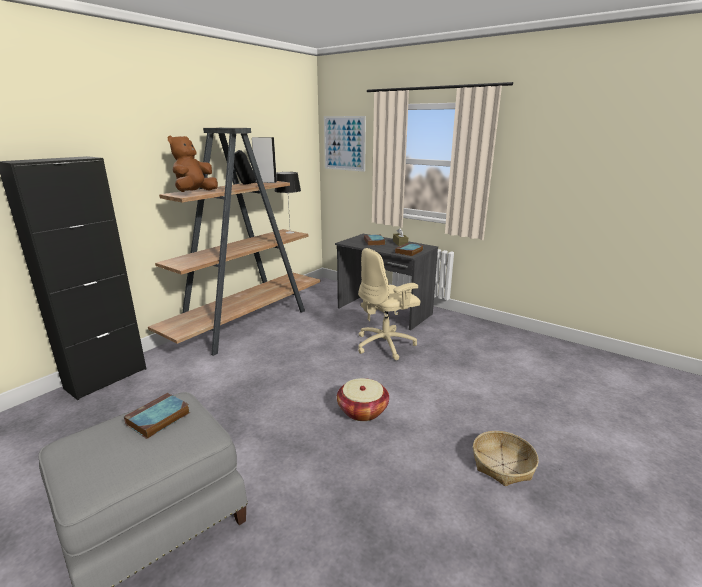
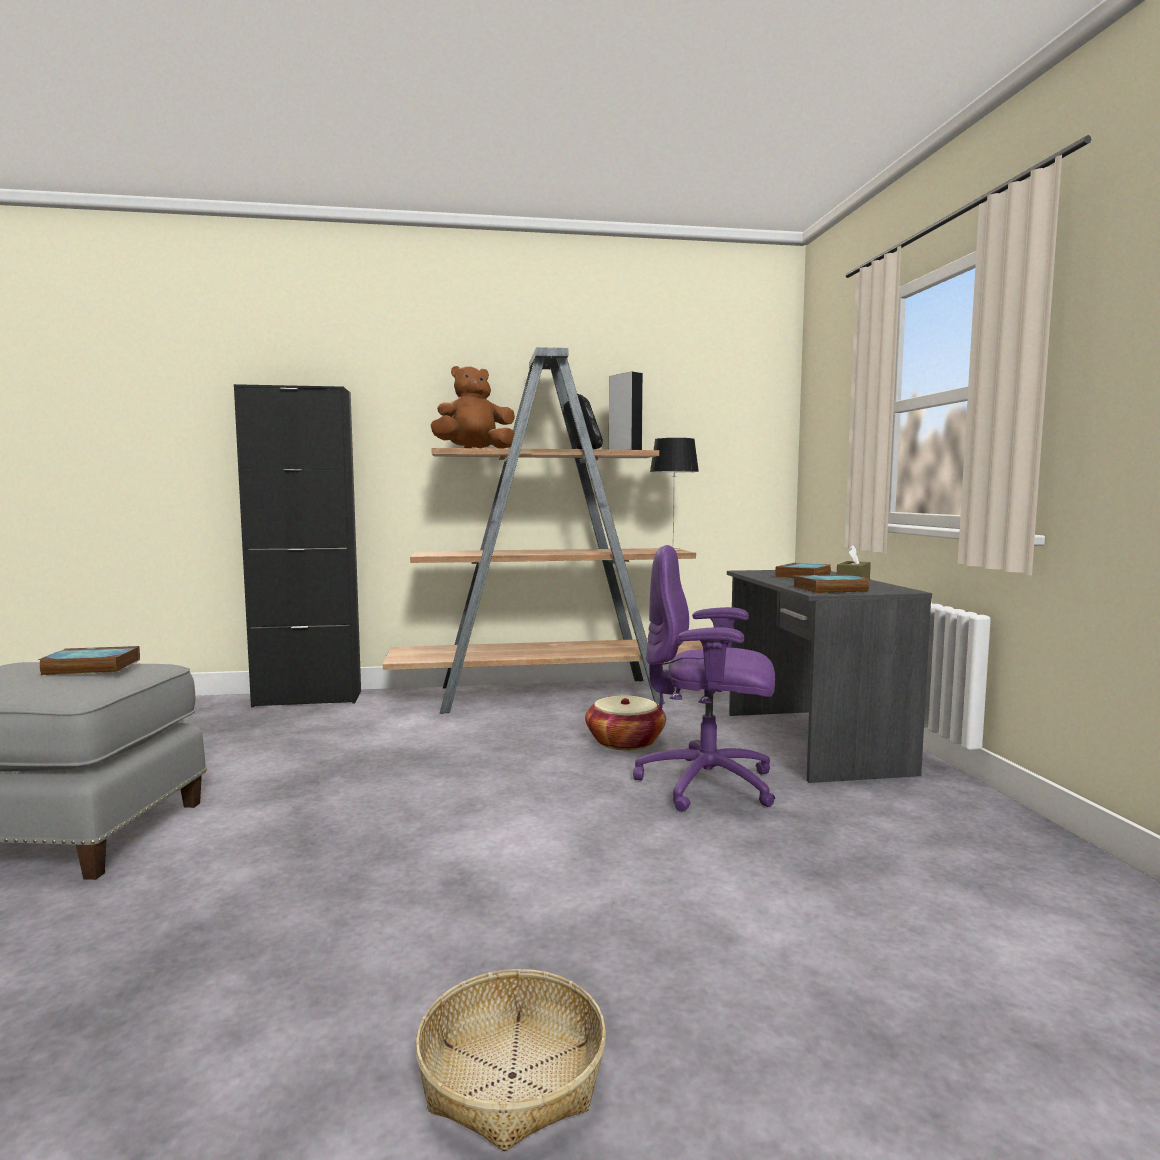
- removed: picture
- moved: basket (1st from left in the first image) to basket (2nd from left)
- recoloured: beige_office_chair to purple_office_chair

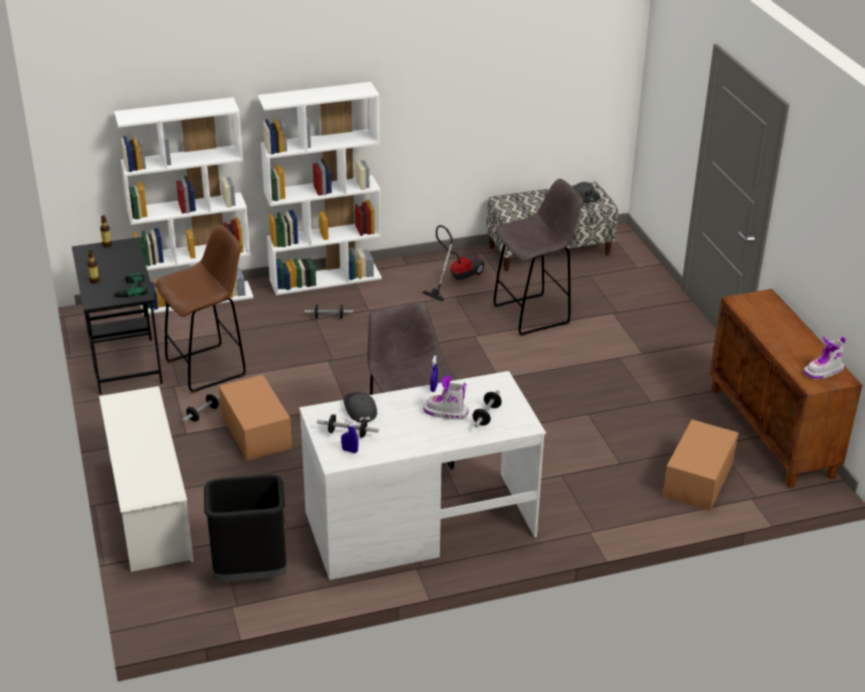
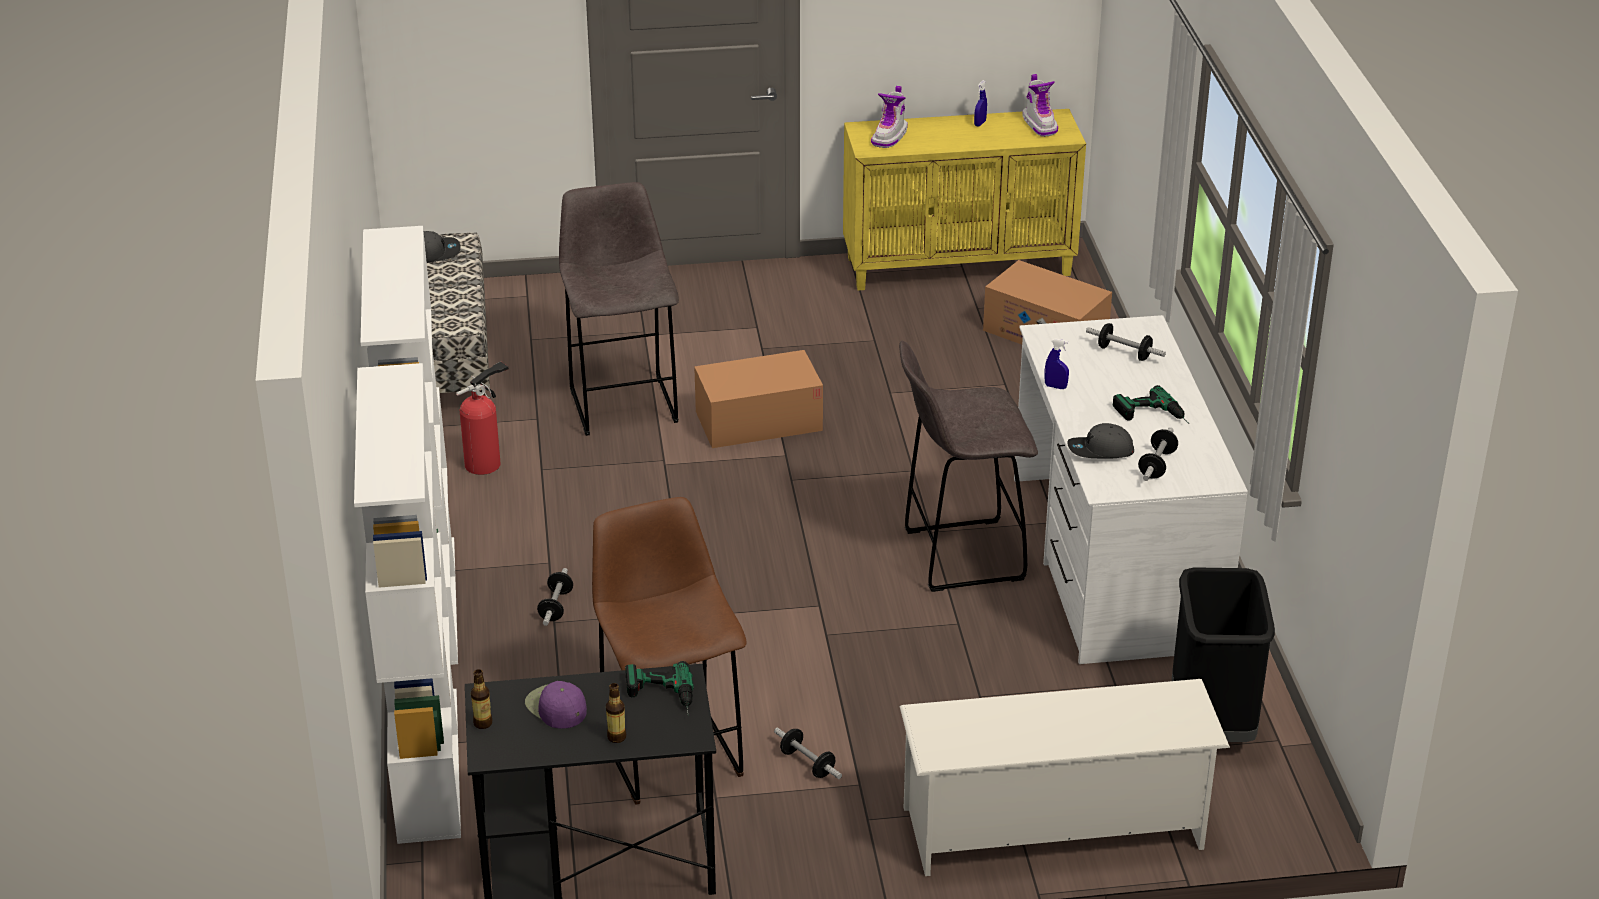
- added: purple_cap
- added: power_drill (2nd from left)
- moved: cardboard_box (1st from left)
- moved: blue_spray_bottle (1st from left)
- moved: boot (1st from left)
- replaced: vacuum_cleaner to fire_extinguisher
- recoloured: brown_cabinet to yellow_cabinet

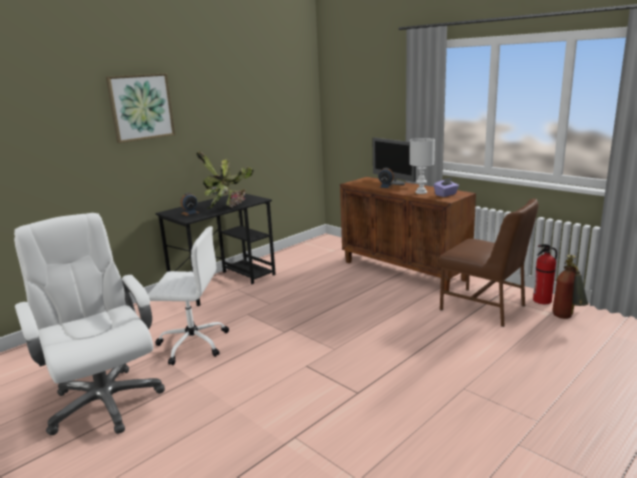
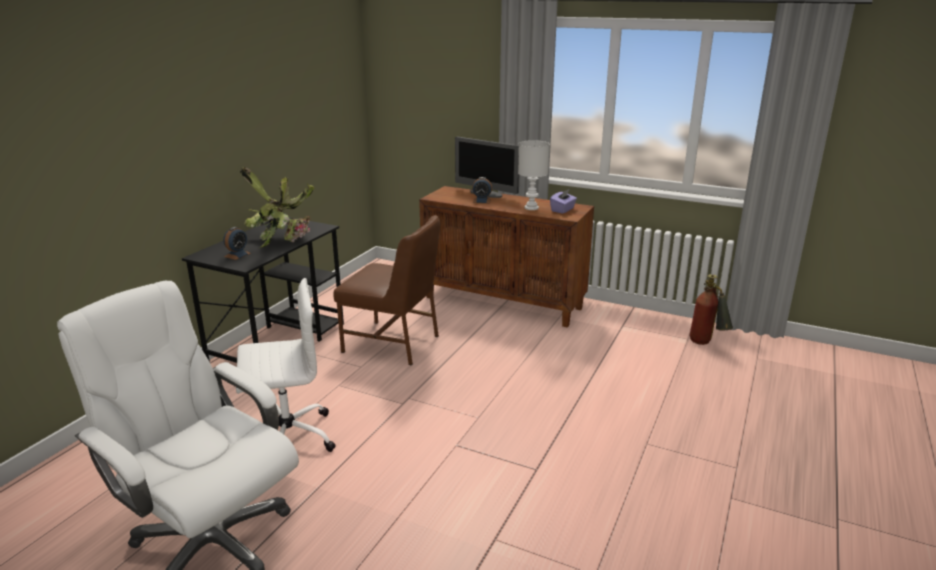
- removed: picture
- removed: fire_extinguisher (1st from left)
- moved: brown_chair

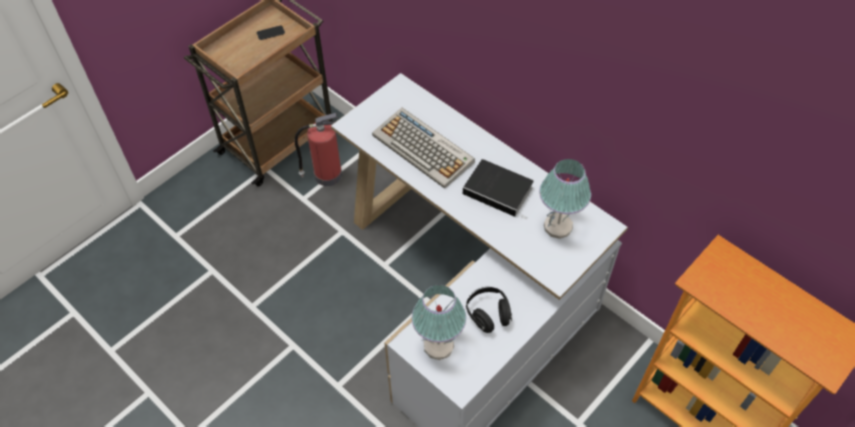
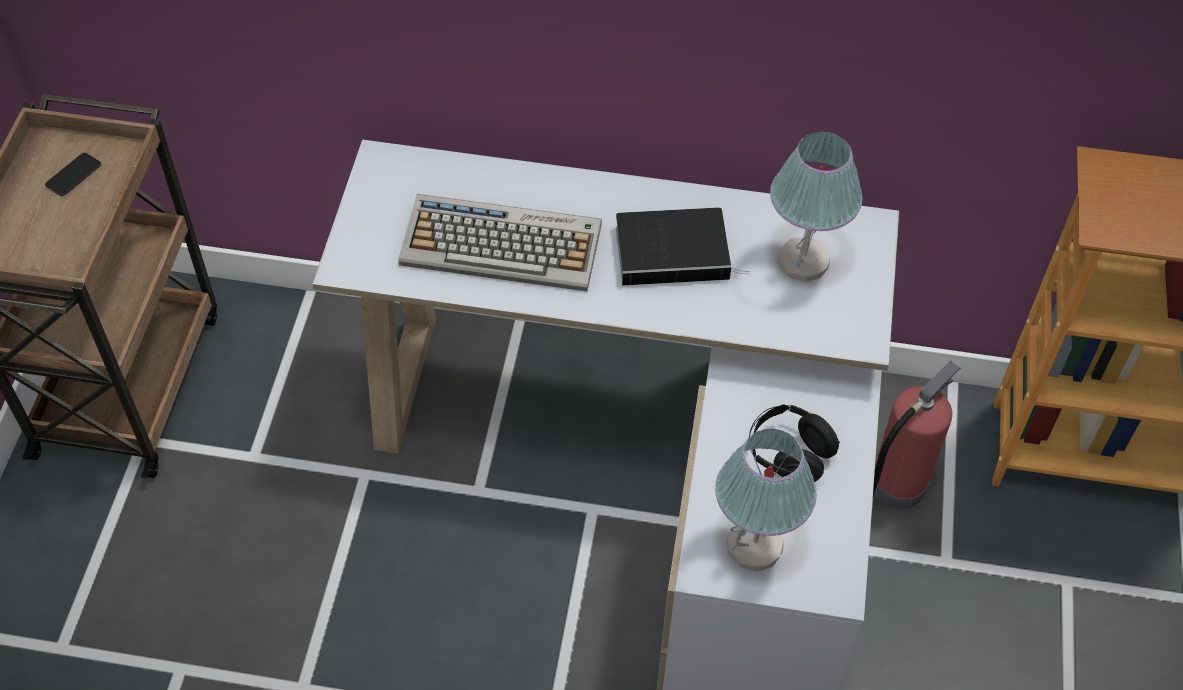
- moved: fire_extinguisher

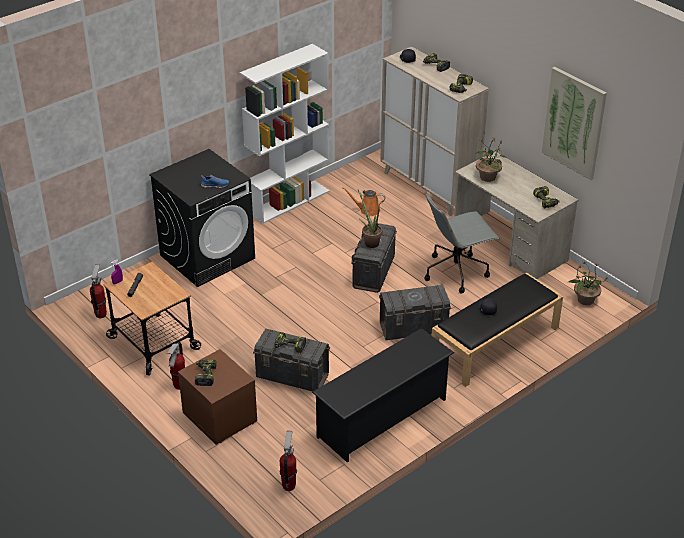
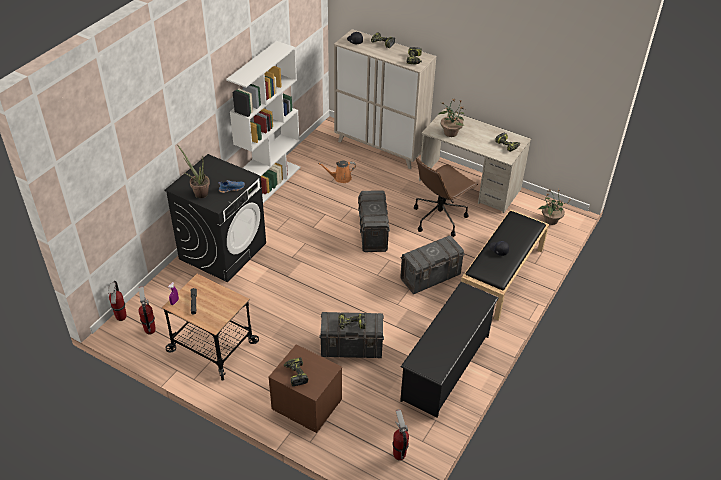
- removed: picture
- moved: fire_extinguisher (2nd from left in the first image) to fire_extinguisher (1st from left)
- moved: potted_plant (1st from left)
- recoloured: grey_office_chair to brown_office_chair

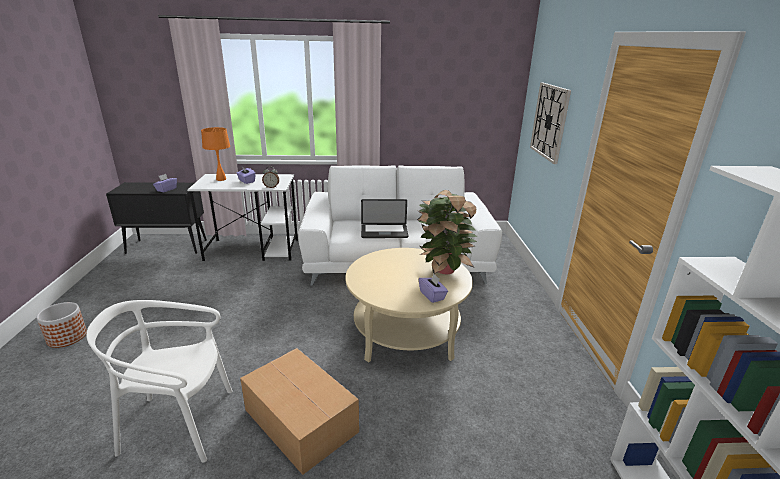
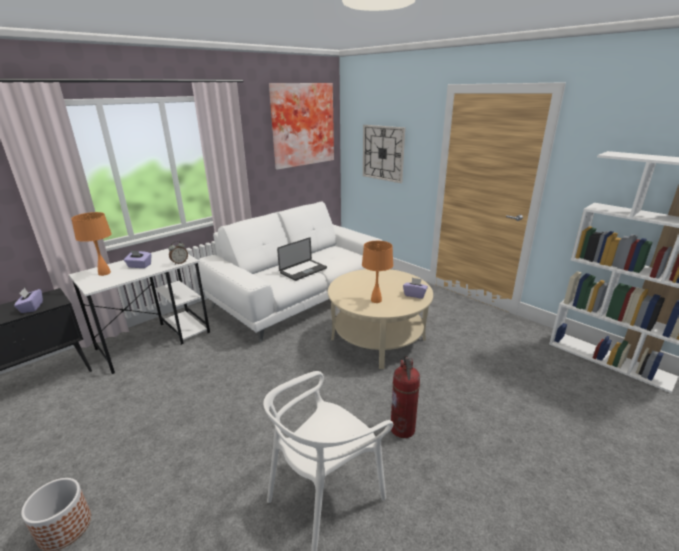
- removed: potted_plant
- added: picture
- added: orange_table_lamp (2nd from left)
- replaced: cardboard_box to fire_extinguisher

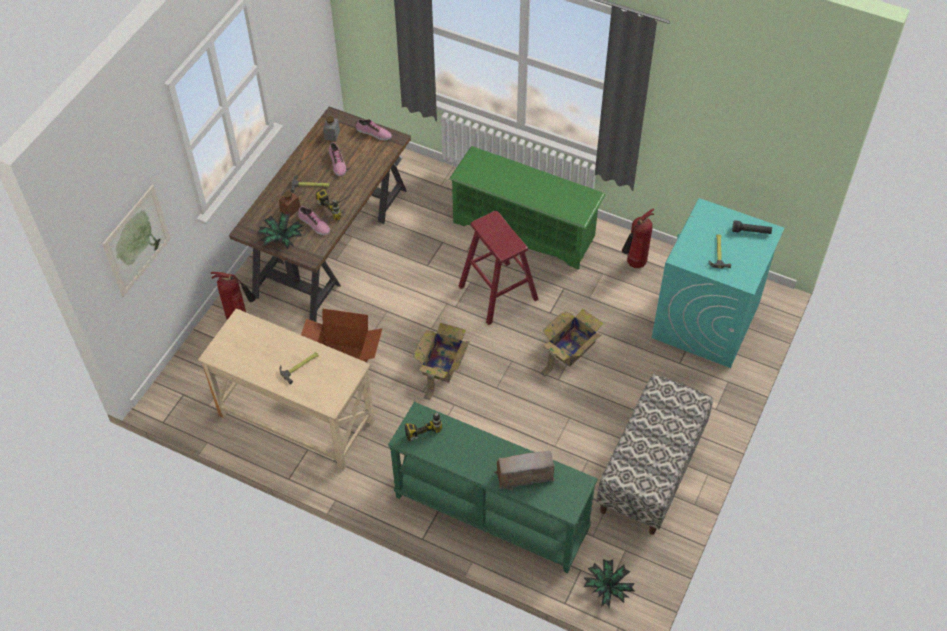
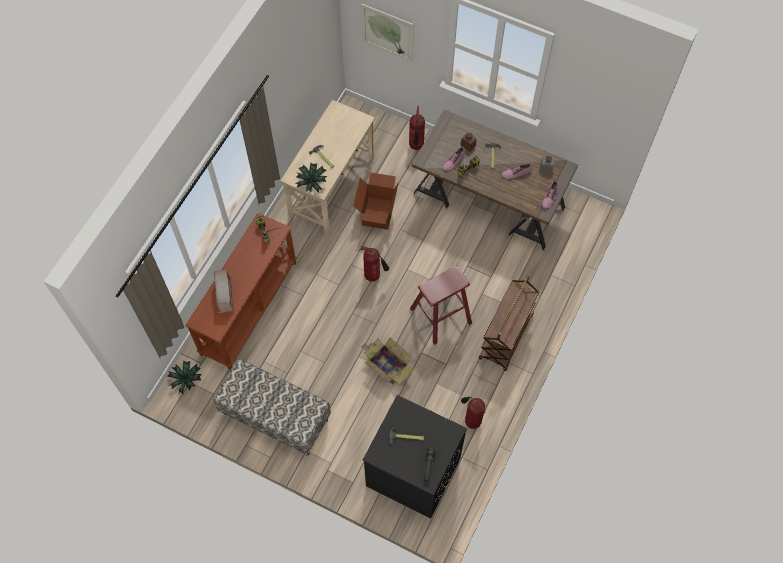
- moved: potted_plant (1st from left in the first image) to potted_plant (2nd from left)
- replaced: cardboard_box (2nd from left) to fire_extinguisher (1st from left)
- replaced: green_shoe_rack to brown_cart
- recoloured: green_console_table to brown_console_table
- recoloured: turquoise_washing_machine to black_washing_machine

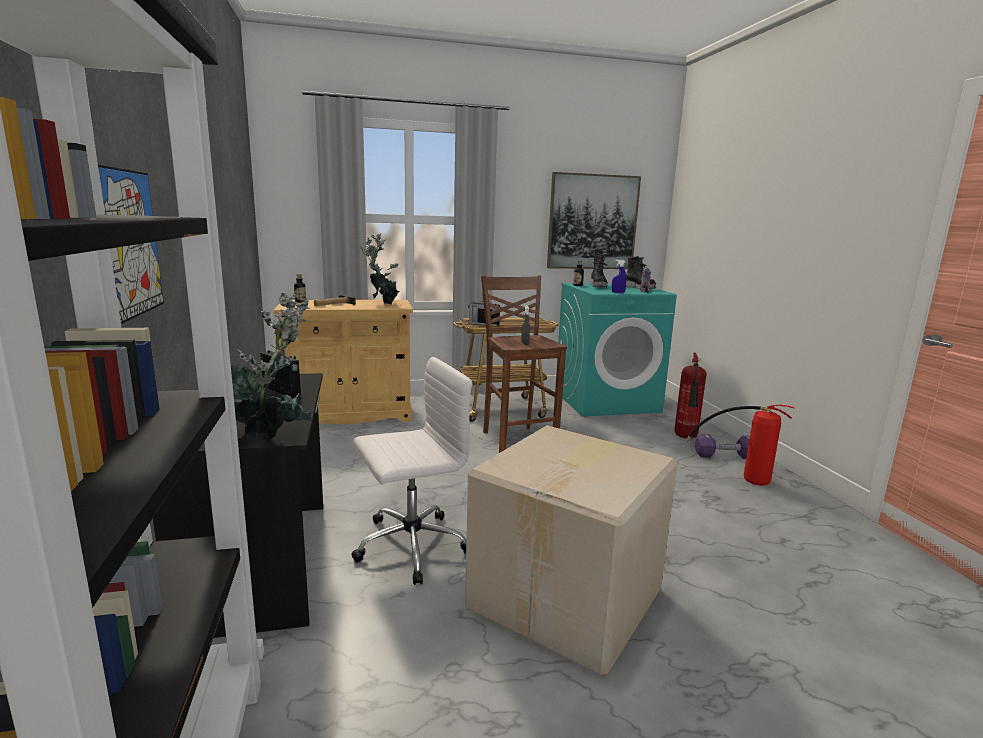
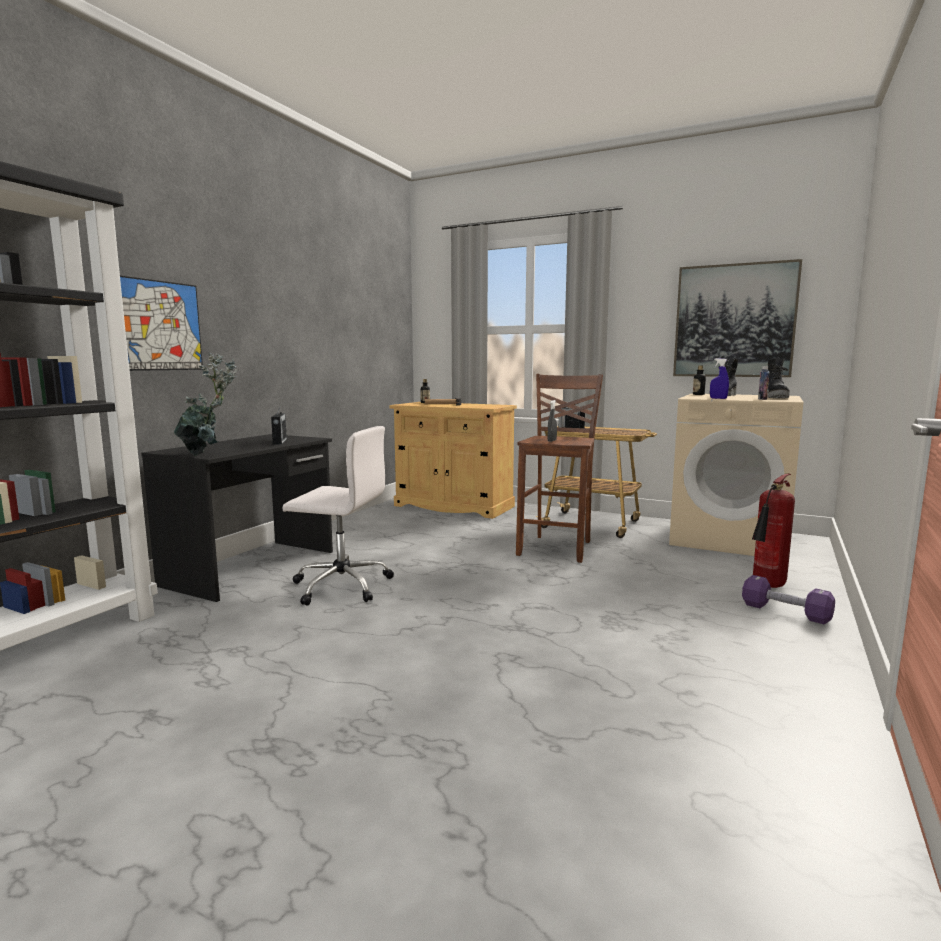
- removed: potted_plant (2nd from left)
- removed: cardboard_box
- removed: fire_extinguisher (2nd from left)
- recoloured: turquoise_washing_machine to beige_washing_machine

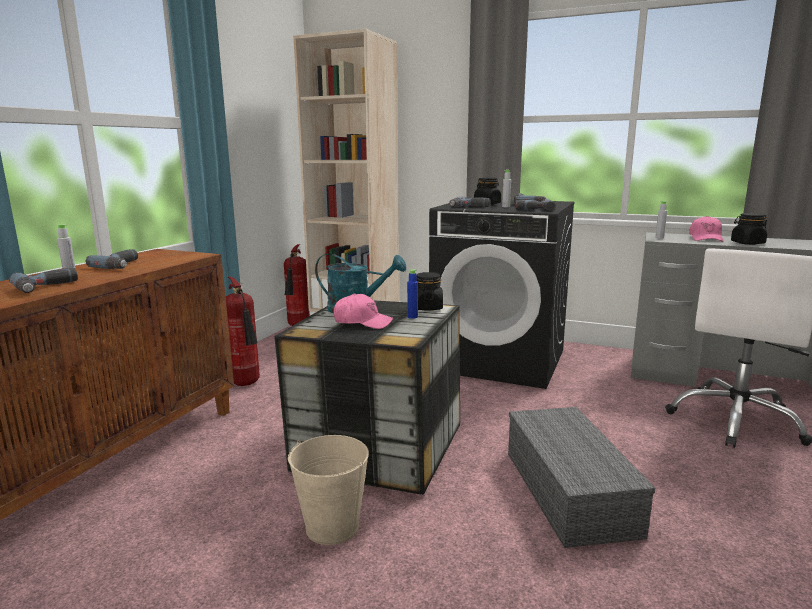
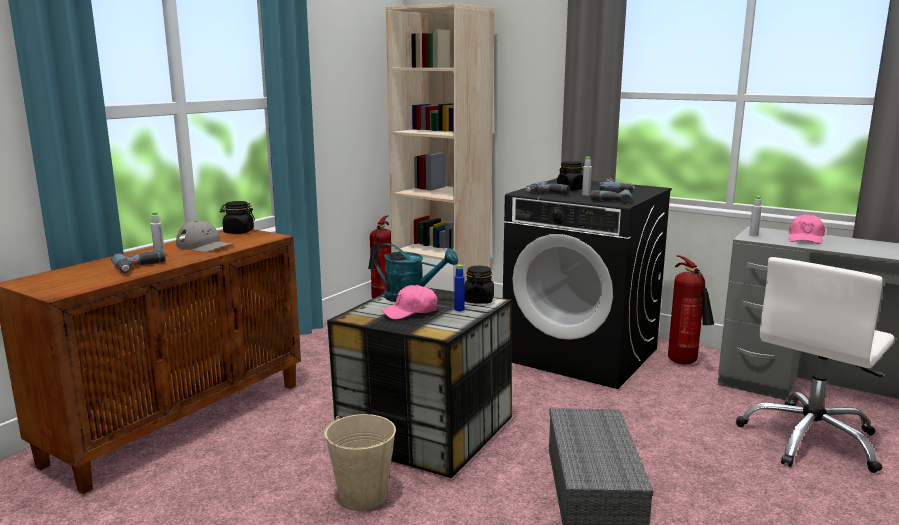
- moved: fire_extinguisher (1st from left in the first image) to fire_extinguisher (2nd from left)
- moved: black_jar (3rd from left in the first image) to black_jar (1st from left)
- replaced: power_drill (2nd from left) to grey_cap
- turned: pink_cap (1st from left) 135 degrees clockwise

